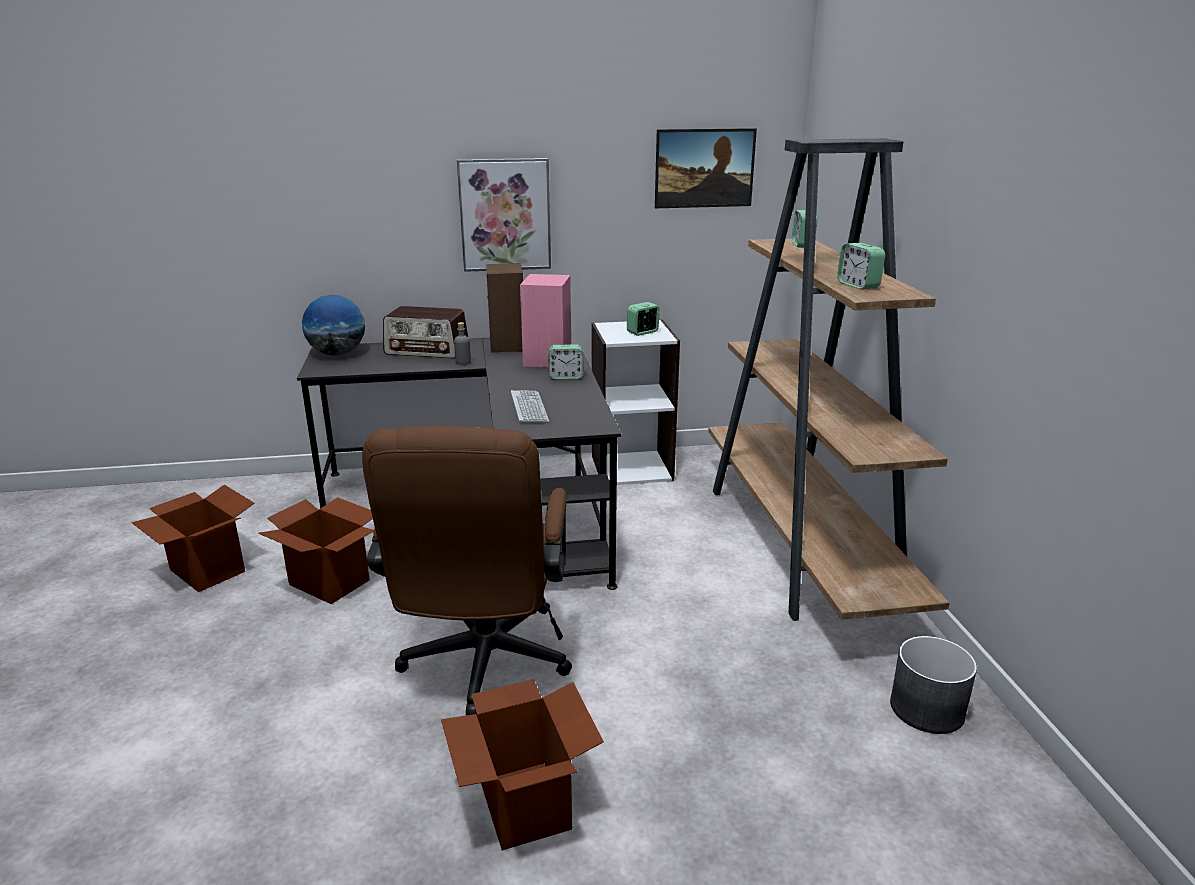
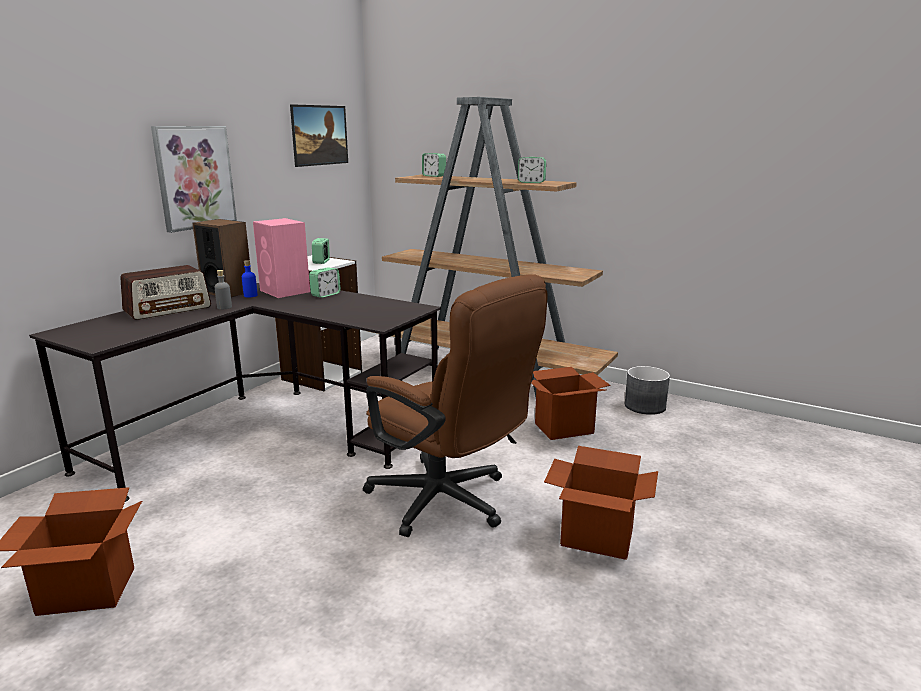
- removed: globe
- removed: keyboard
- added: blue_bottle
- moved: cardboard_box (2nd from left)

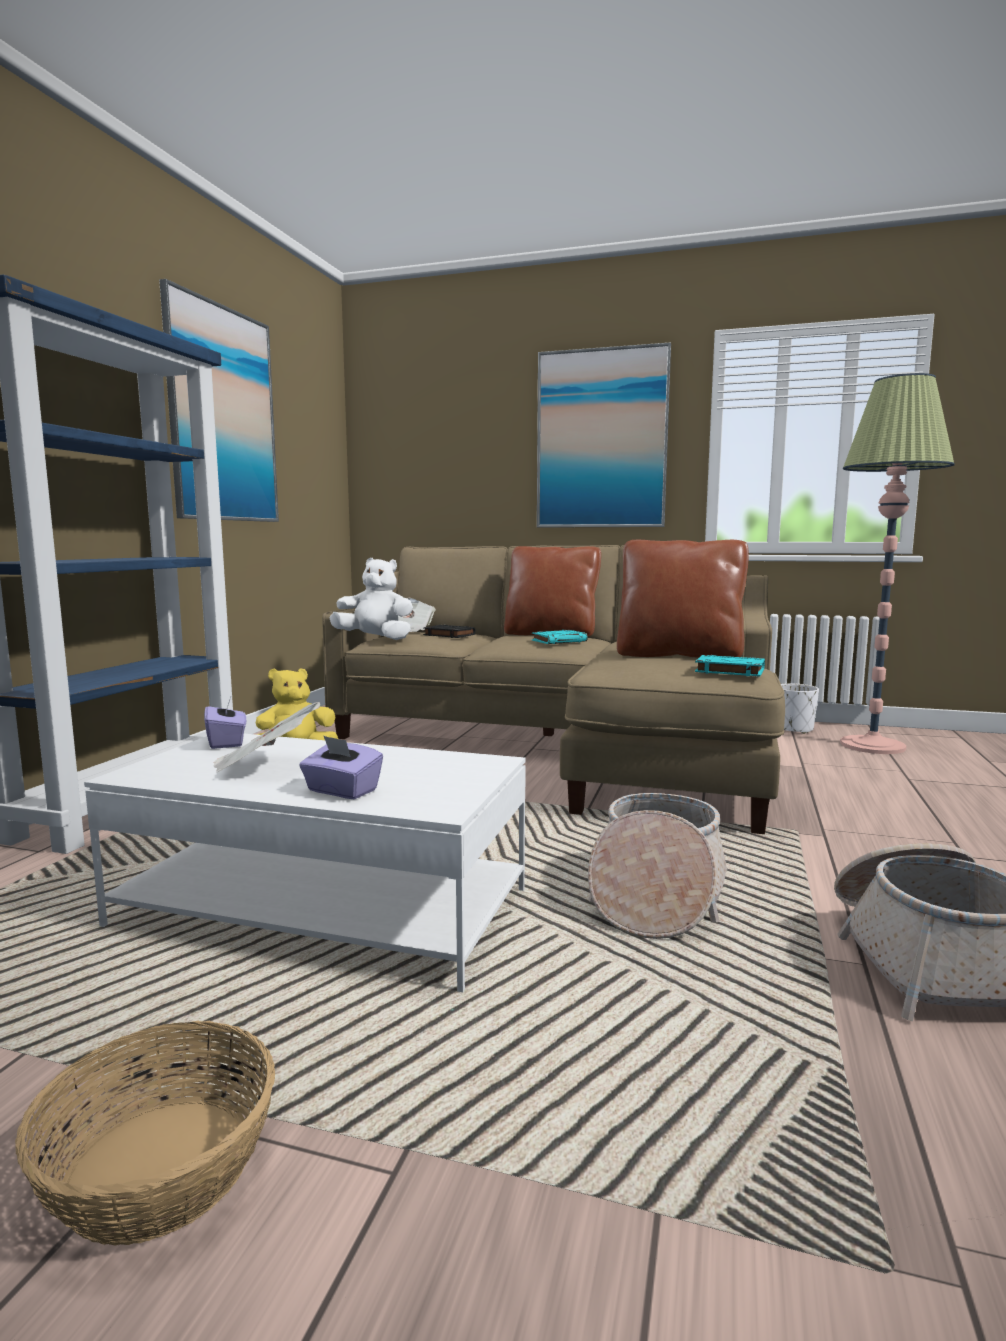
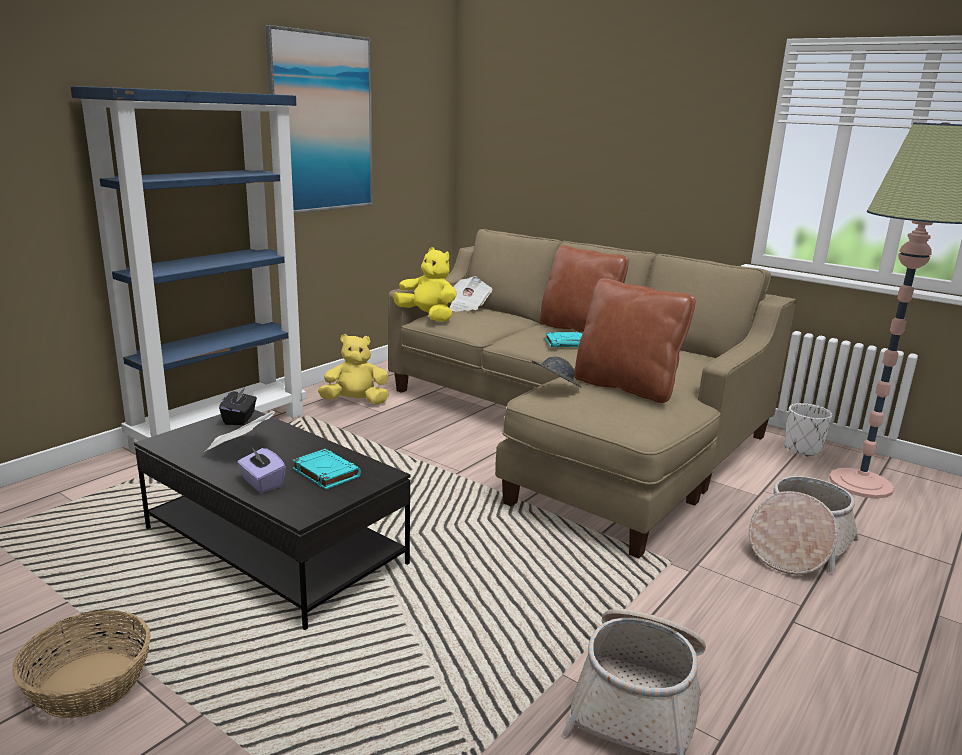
- removed: black_book
- removed: picture (2nd from left)
- added: grey_hat
- moved: basket (2nd from left in the first image) to basket (3rd from left)
- moved: turquoise_book (2nd from left in the first image) to turquoise_book (1st from left)
- recoloured: white_coffee_table to black_coffee_table
- recoloured: purple_tissue_box (1st from left) to black_tissue_box
- recoloured: white_plush_toy to yellow_plush_toy (2nd from left)

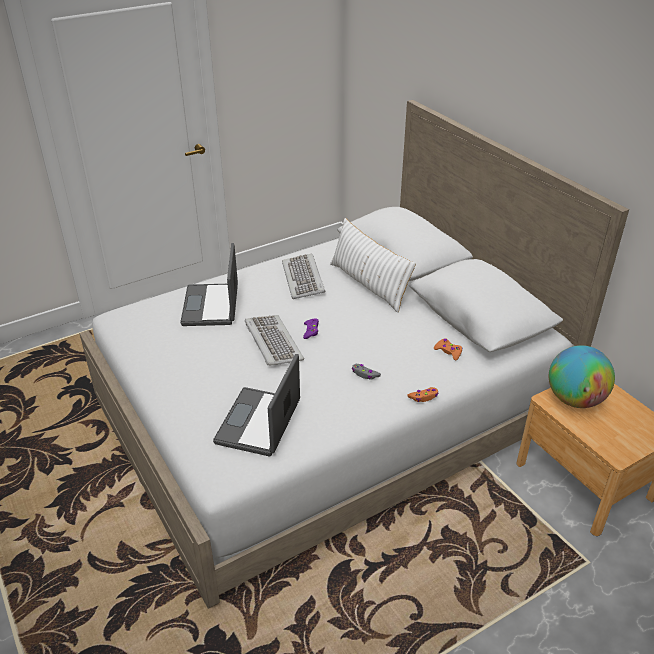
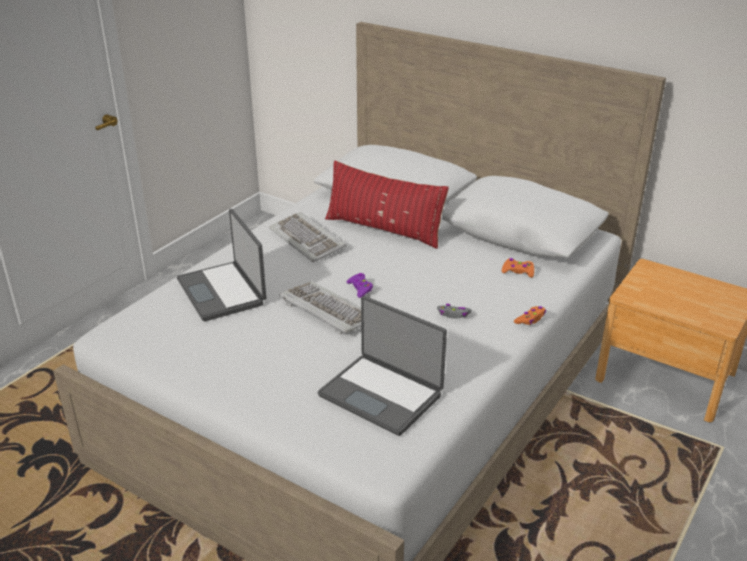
- removed: globe
- recoloured: white_pillow to red_pillow
- turned: laptop (2nd from left) 45 degrees counterclockwise

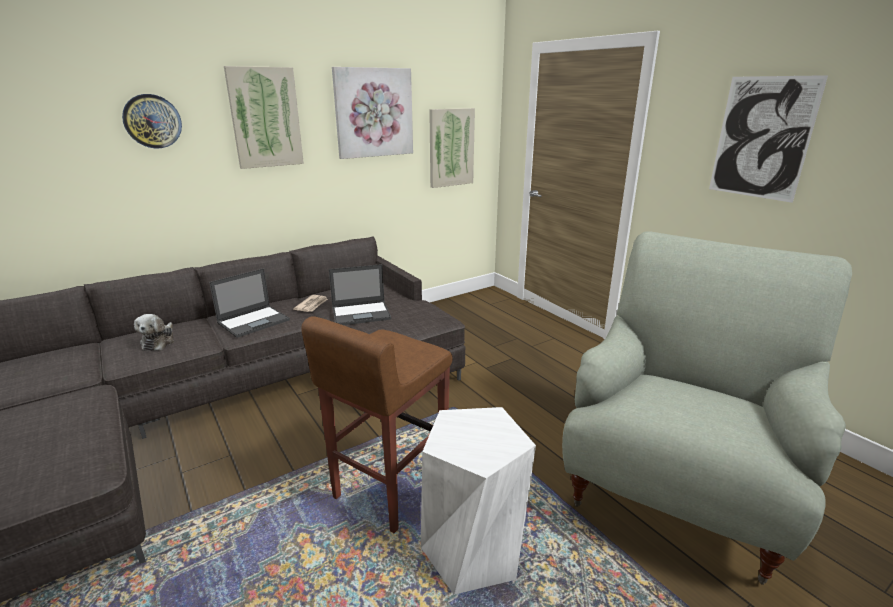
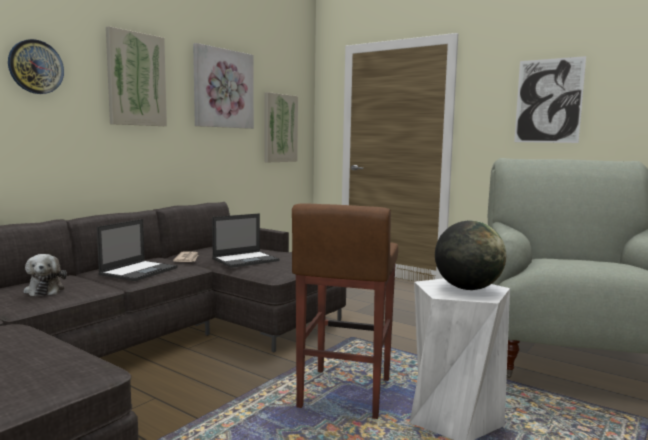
- added: globe

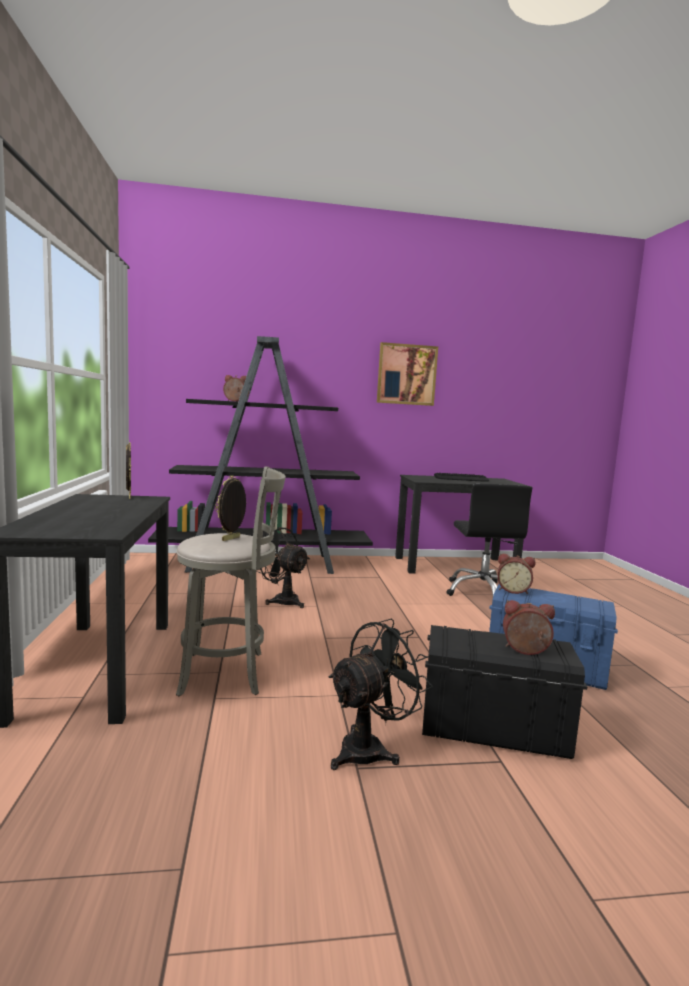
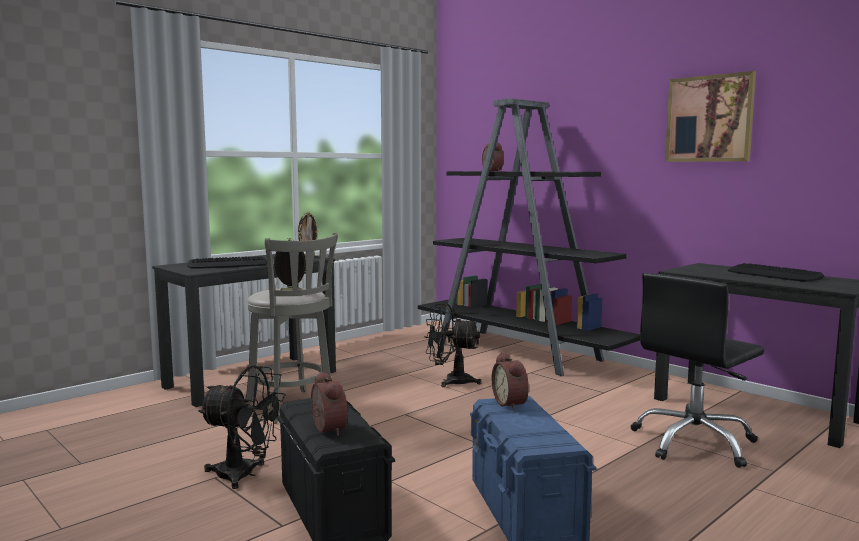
- added: keyboard (1st from left)
- turned: black_fan (1st from left in the first image) 75 degrees counterclockwise

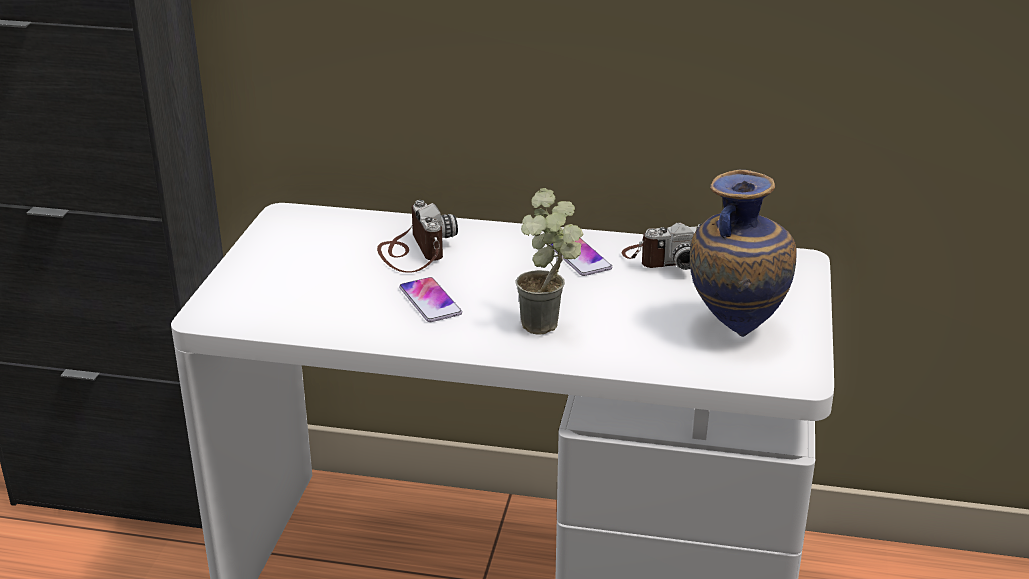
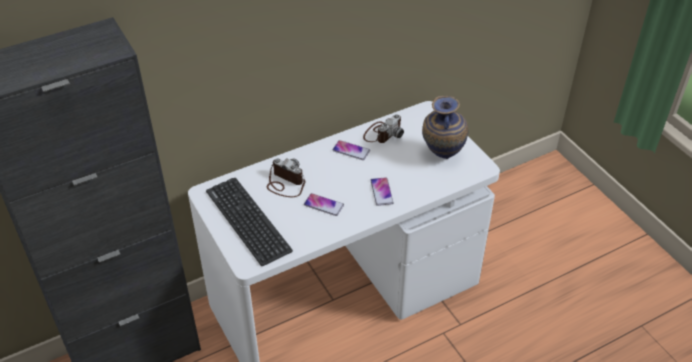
- added: keyboard
- replaced: potted_plant to phone (3rd from left)

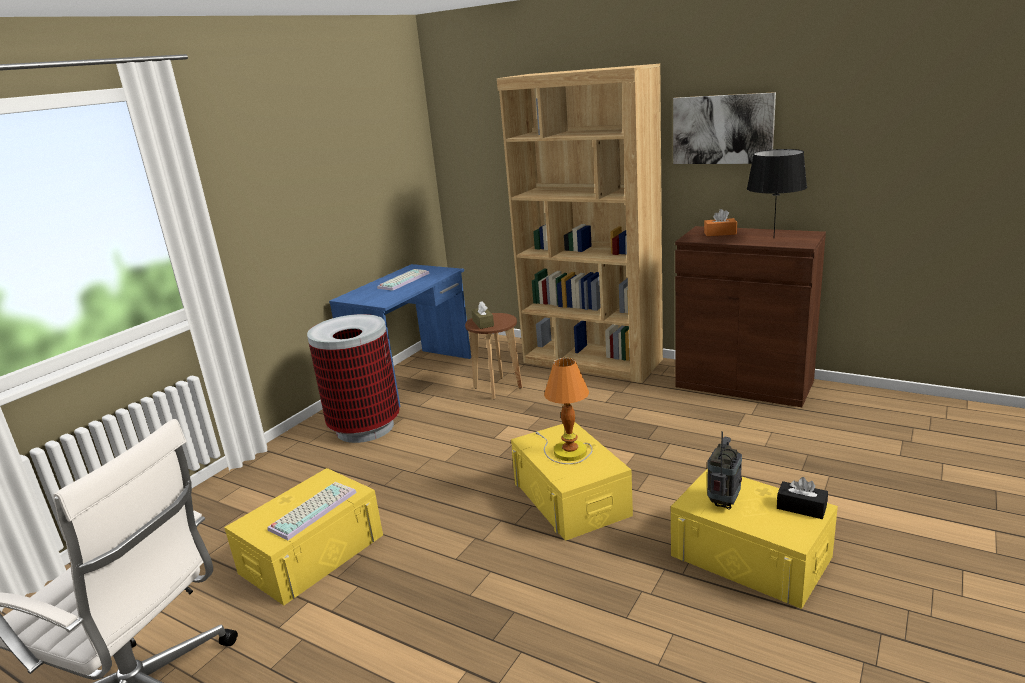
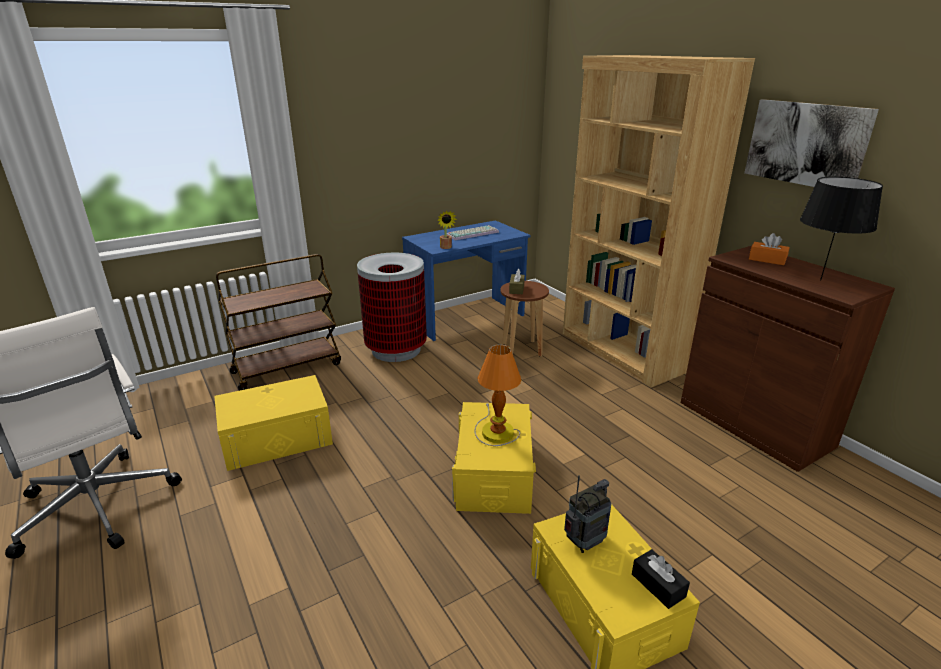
- removed: keyboard (1st from left)
- added: brown_cart
- added: potted_plant

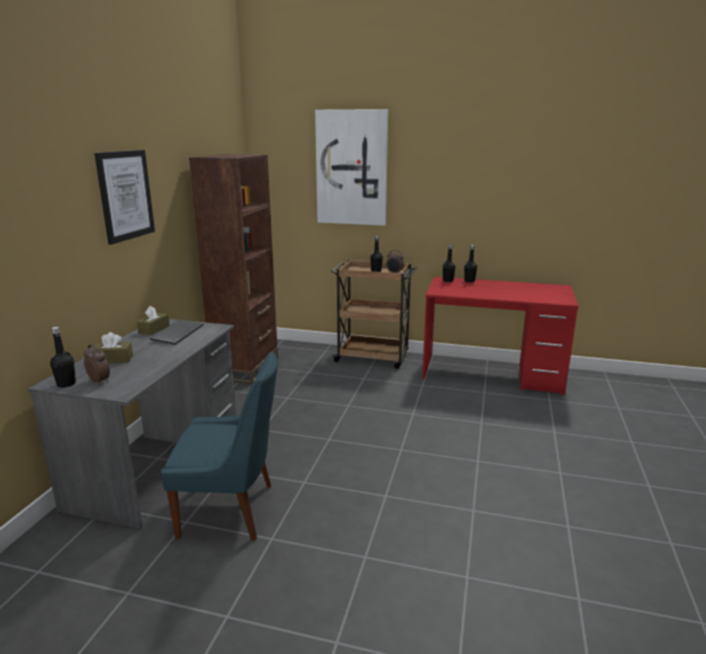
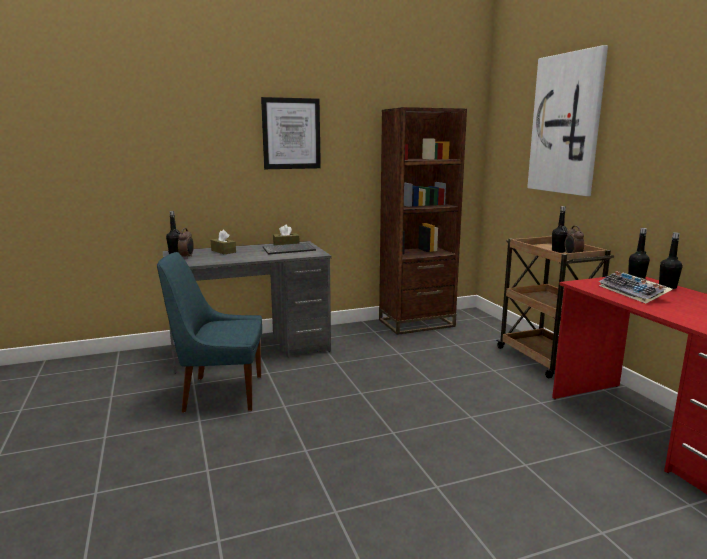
- added: keyboard (2nd from left)
- turned: blue_chair 120 degrees clockwise

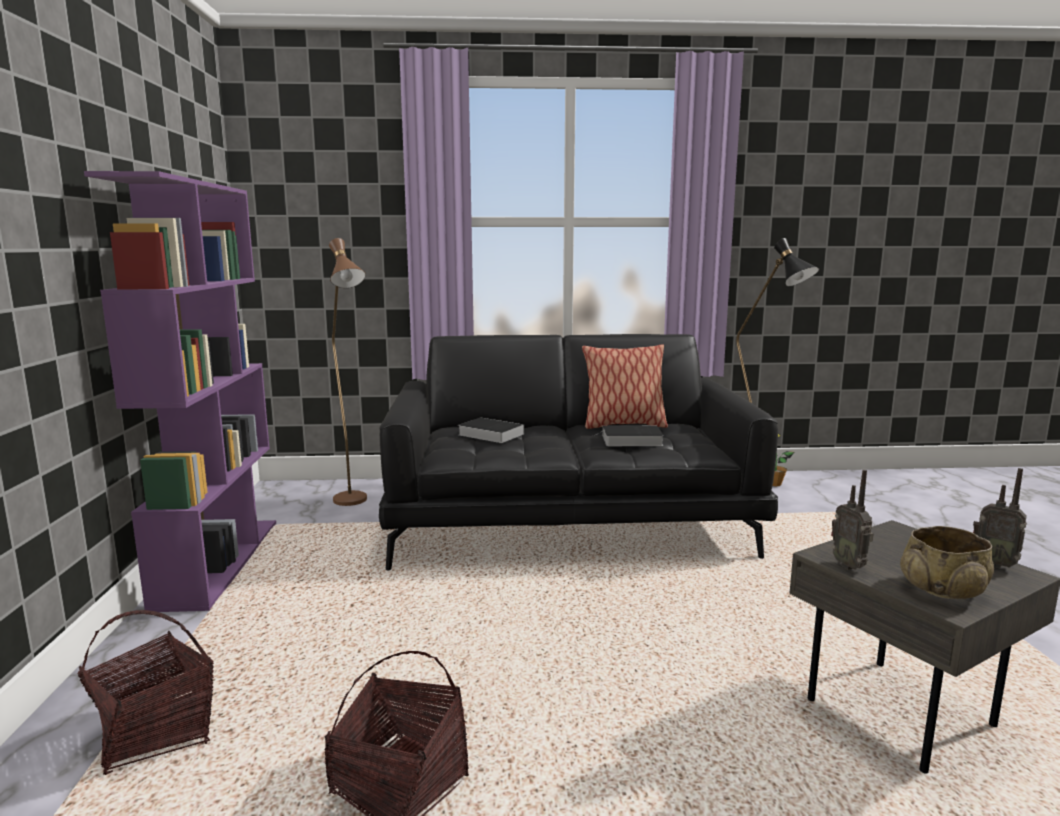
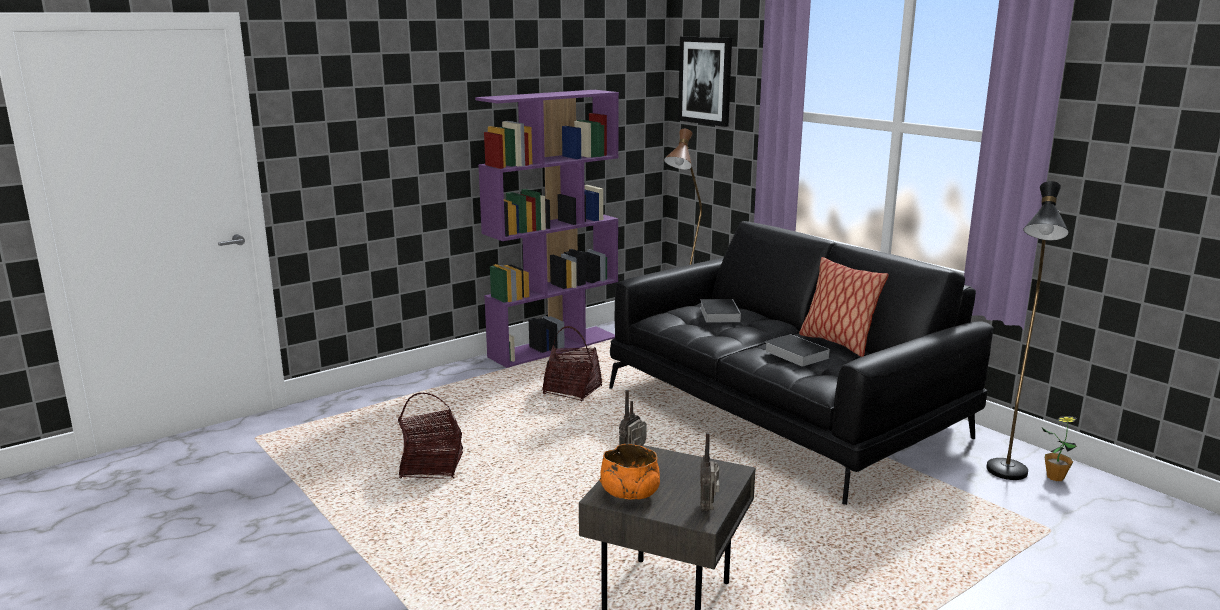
- added: picture
- moved: basket (1st from left in the first image) to basket (2nd from left)
- recoloured: beige_bowl to orange_bowl

